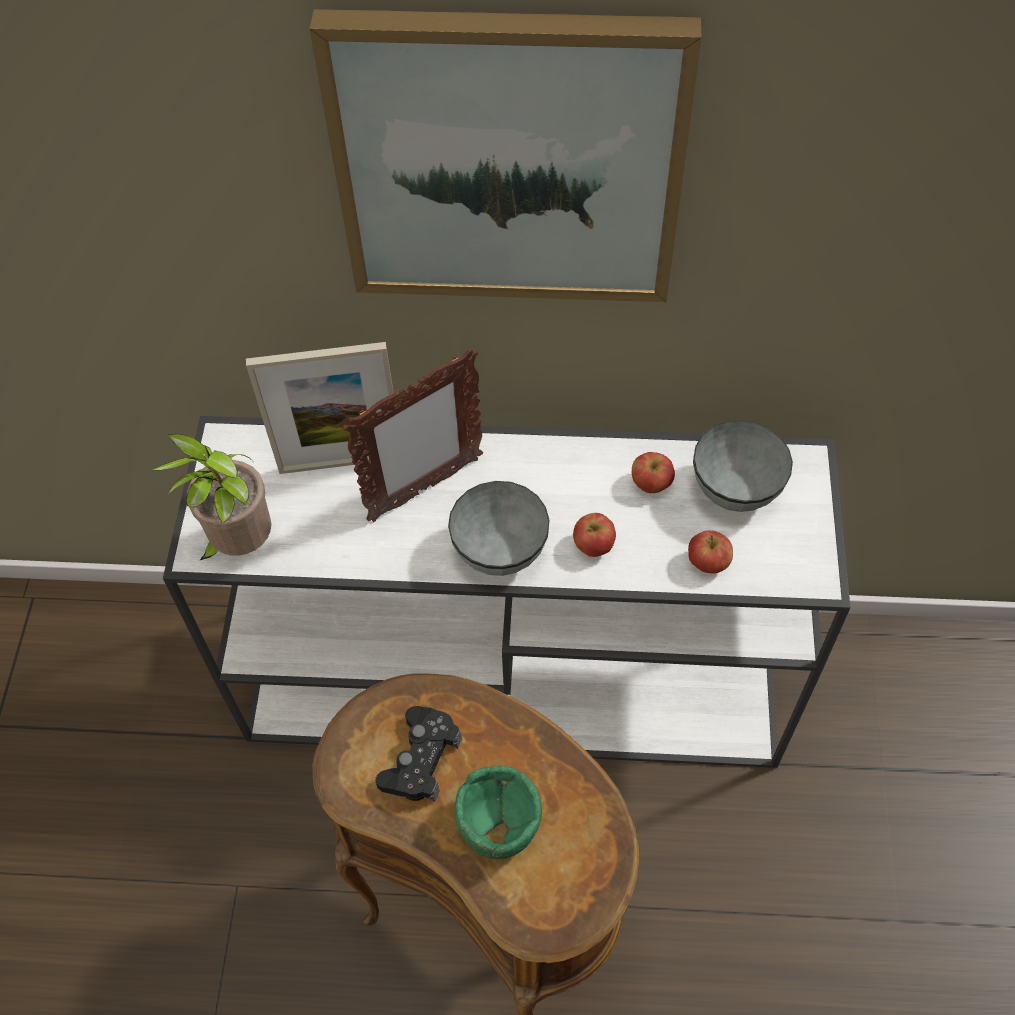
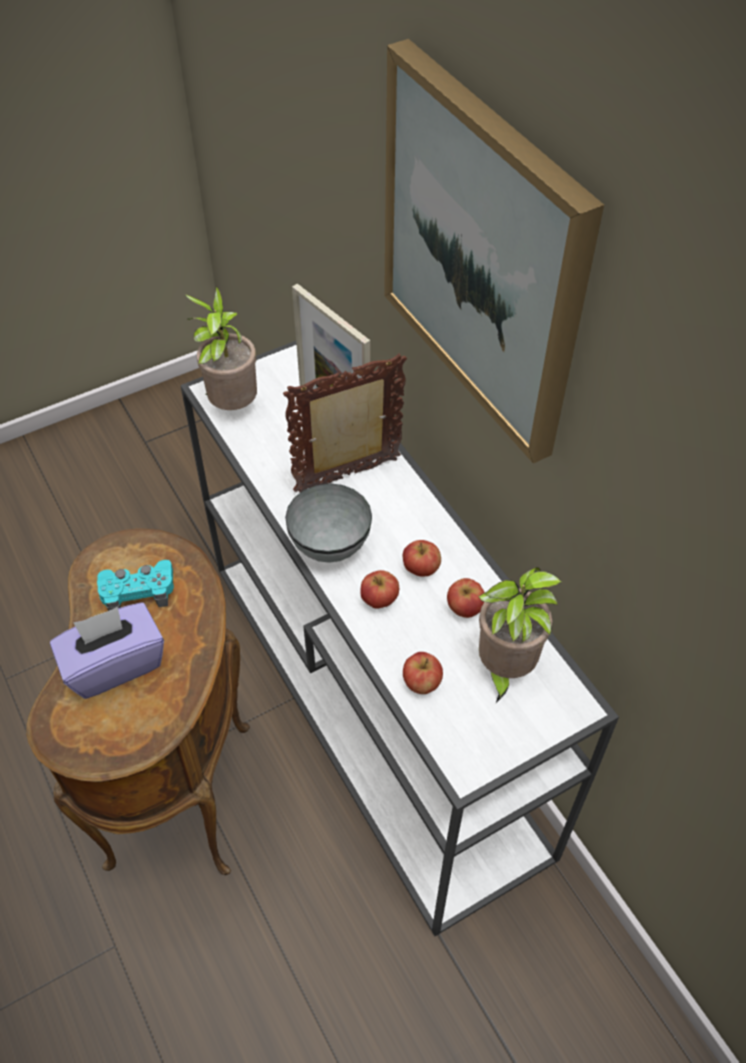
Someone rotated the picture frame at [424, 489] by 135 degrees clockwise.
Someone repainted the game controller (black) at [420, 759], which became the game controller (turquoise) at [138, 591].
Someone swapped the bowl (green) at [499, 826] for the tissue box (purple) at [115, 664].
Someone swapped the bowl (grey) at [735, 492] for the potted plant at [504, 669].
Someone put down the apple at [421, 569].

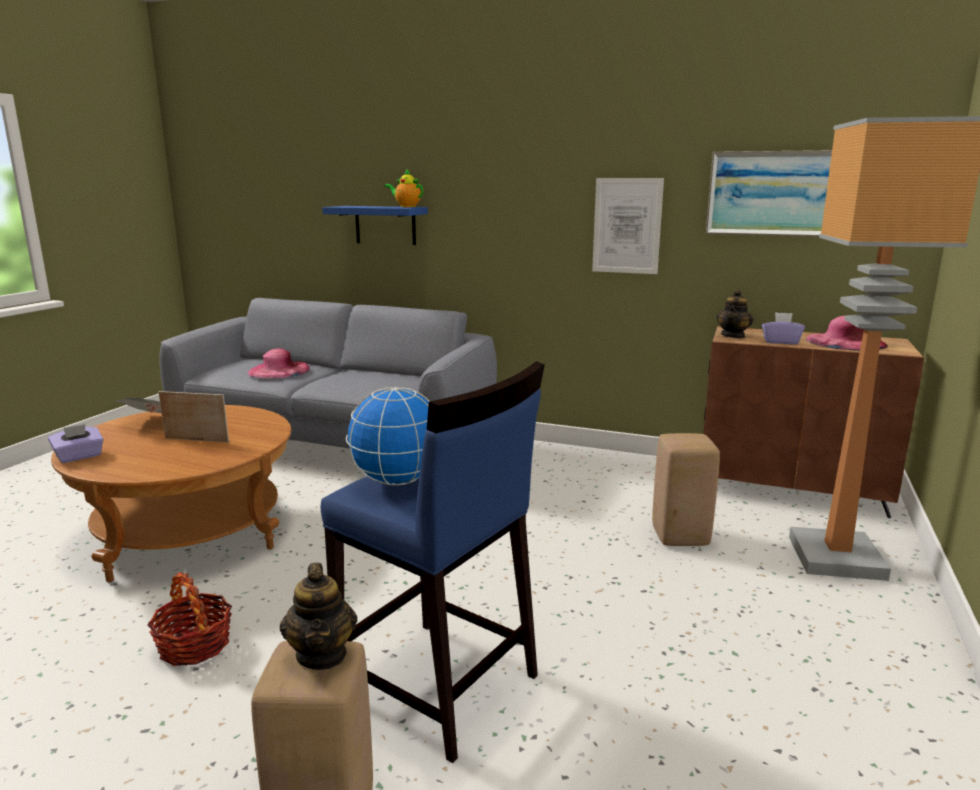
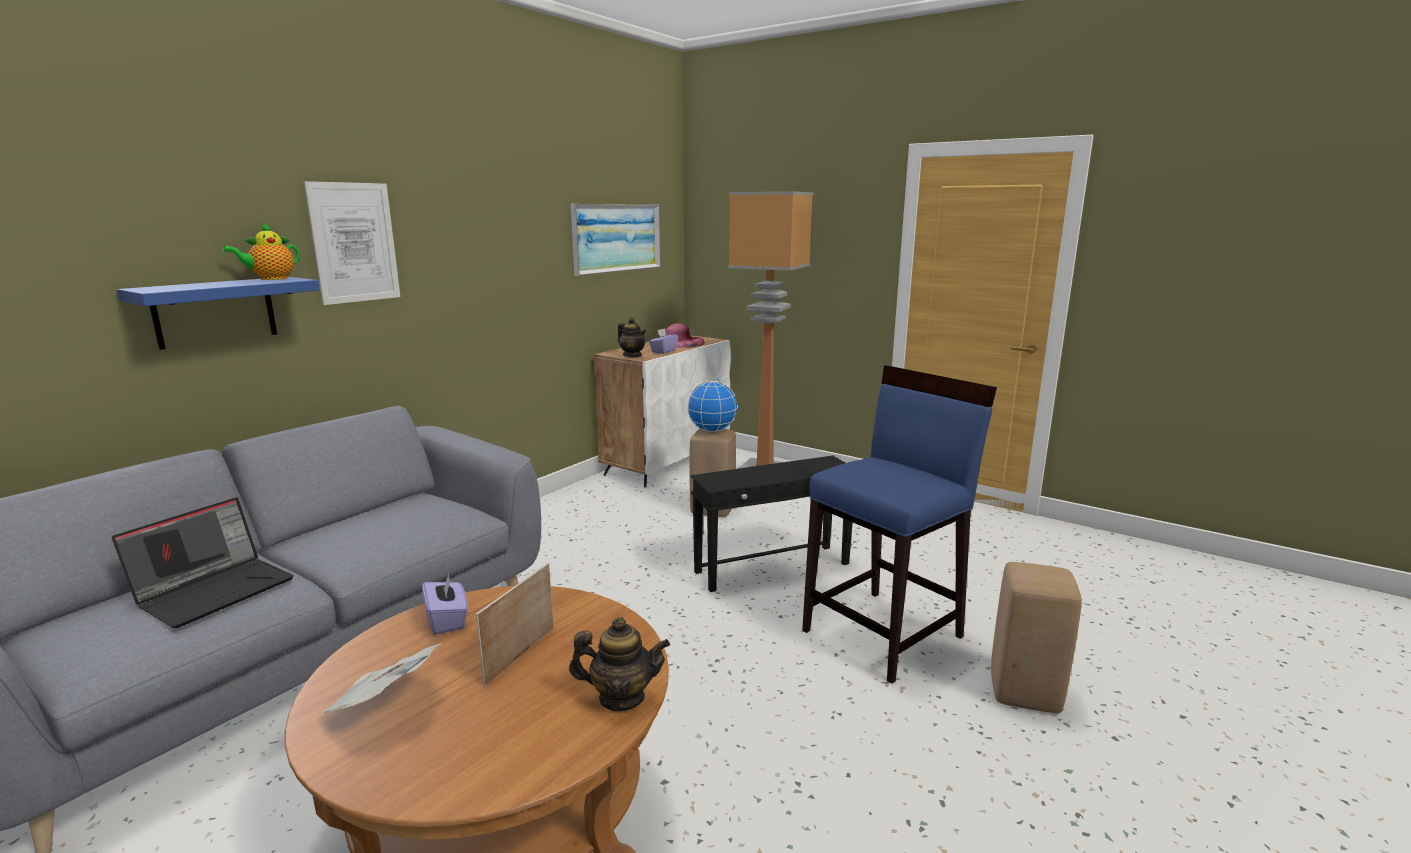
Someone carried the tissue box (purple) from [79, 457] to [447, 620].
Someone took away the basket at [194, 645].
Someone swapped the hat (pink) at [279, 370] for the laptop at [216, 590].
Someone carried the teapot from [322, 654] to [621, 697].
Someone carried the globe from [398, 480] to [712, 430].
Someone carried the picture from [627, 226] to [354, 243].
Someone repainted the cabinet (brown) at [791, 489], which became the cabinet (white) at [667, 461].
Someone put down the side table (black) at [773, 568].

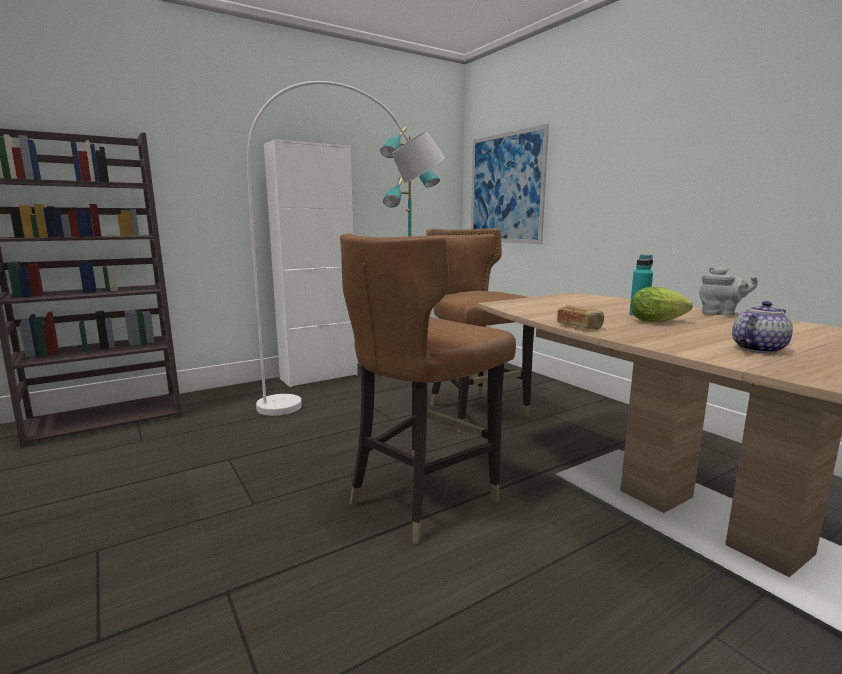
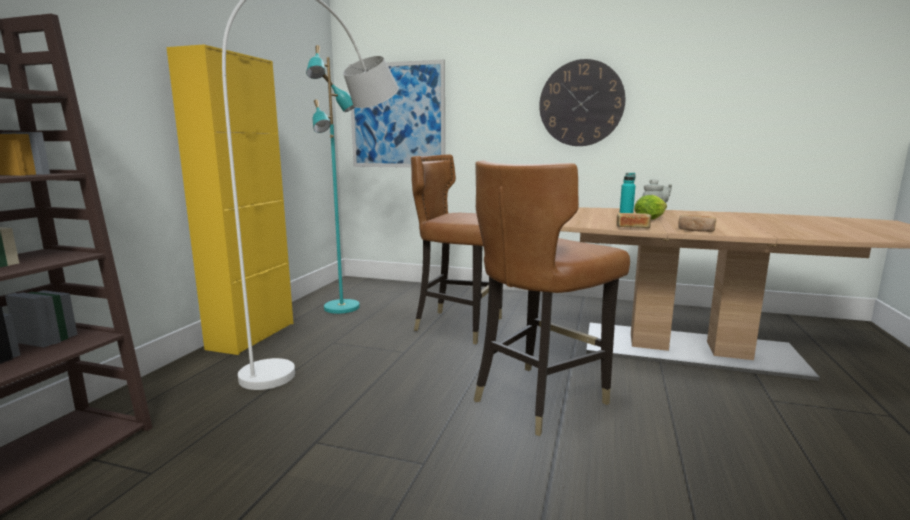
Someone repainted the cabinet (white) at [319, 377], which became the cabinet (yellow) at [252, 336].
Someone rotated the chair (brown) at [422, 498] by 45 degrees clockwise.
Someone took away the teapot at [757, 349].
Someone put up the wall clock at [581, 103].
Someone put down the bread at [696, 230].

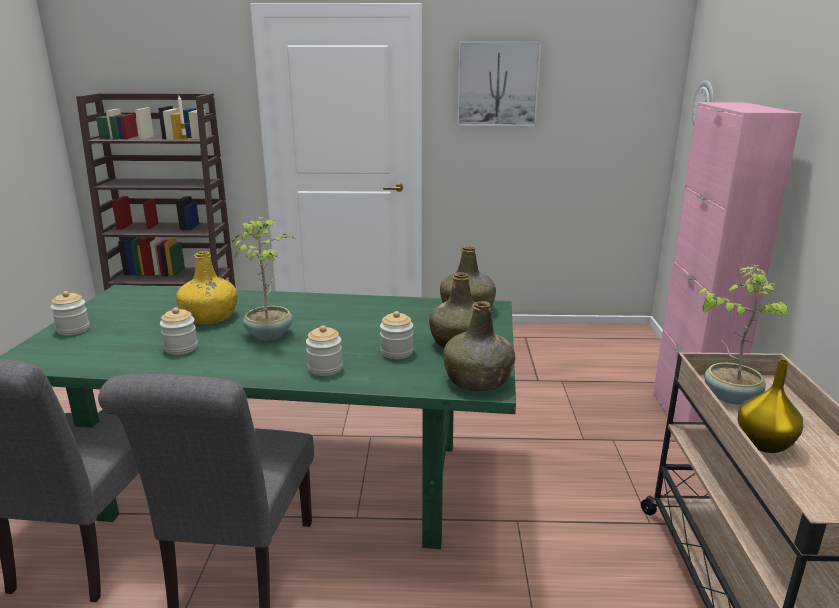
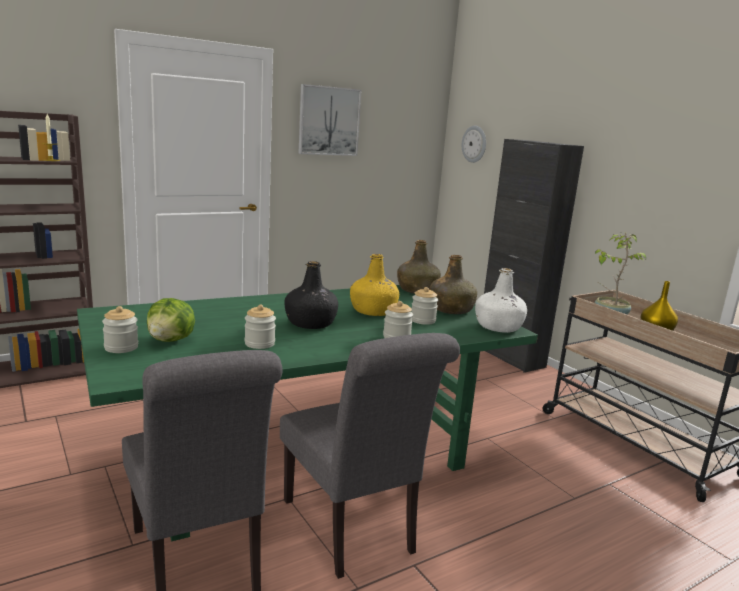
Someone carried the bottle (yellow) from [210, 317] to [373, 311].
Someone swapped the potted plant at [269, 334] for the bottle (black) at [311, 323].
Someone repainted the bottle (green) at [478, 380], which became the bottle (white) at [499, 327].
Someone repainted the cabinet (pink) at [689, 418], which became the cabinet (black) at [510, 357].
Someone put down the lettuce at [171, 340].

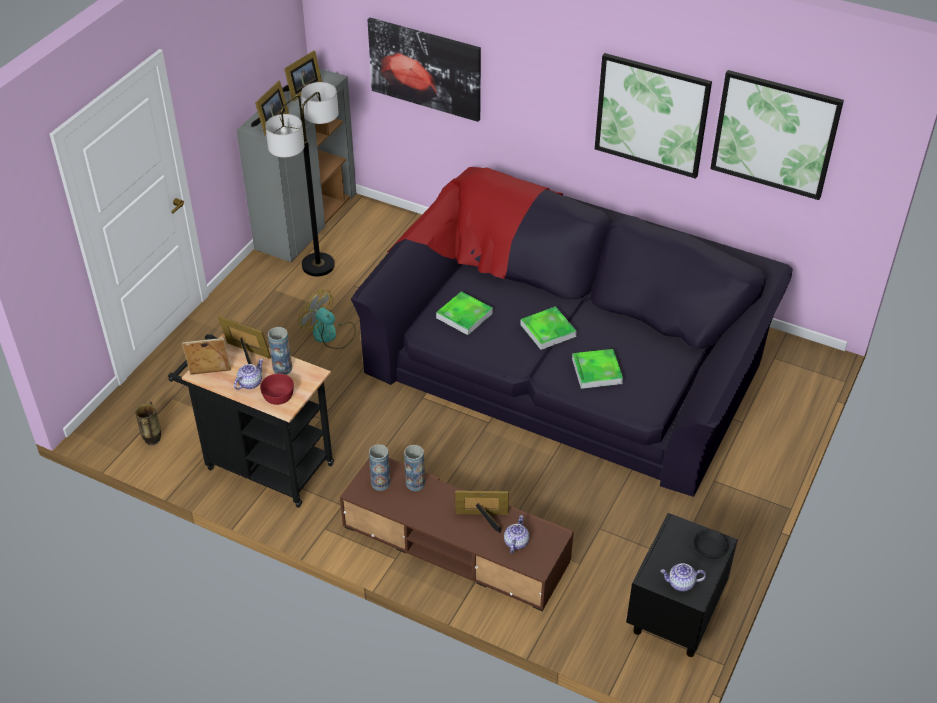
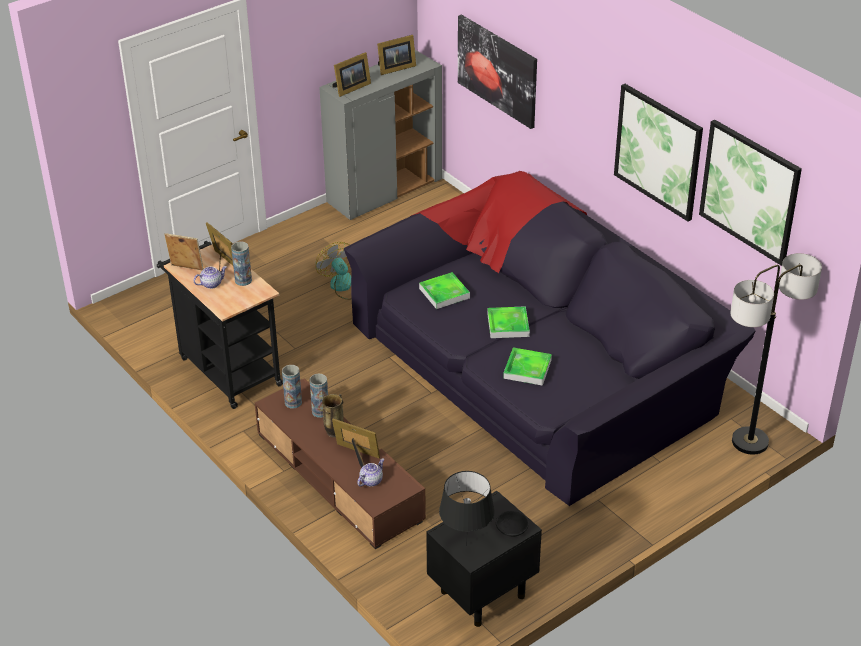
Someone carried the vase from [153, 440] to [334, 432].
Someone took away the bowl (red) at [278, 397].
Someone carried the floor lamp from [318, 265] to [750, 442].
Someone swapped the teapot at [681, 583] for the table lamp (black) at [466, 545].

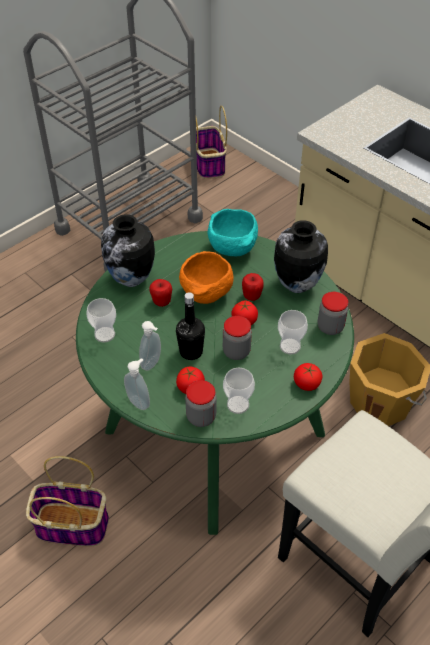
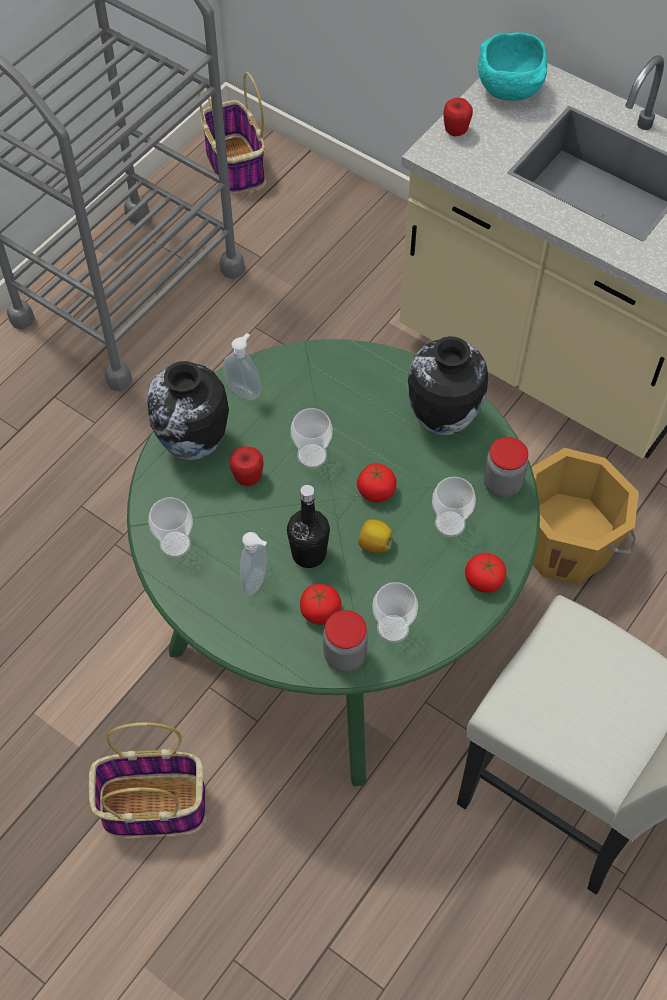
Someone carried the soap dispenser from [139, 401] to [245, 390].
Someone swapped the bowl (orange) at [206, 295] for the cup at [312, 456].
Someone carried the bowl (turquoise) from [233, 249] to [511, 91].
Someone swapped the jar at [236, 351] for the lemon at [374, 544].
Someone carried the apple from [252, 296] to [456, 131].

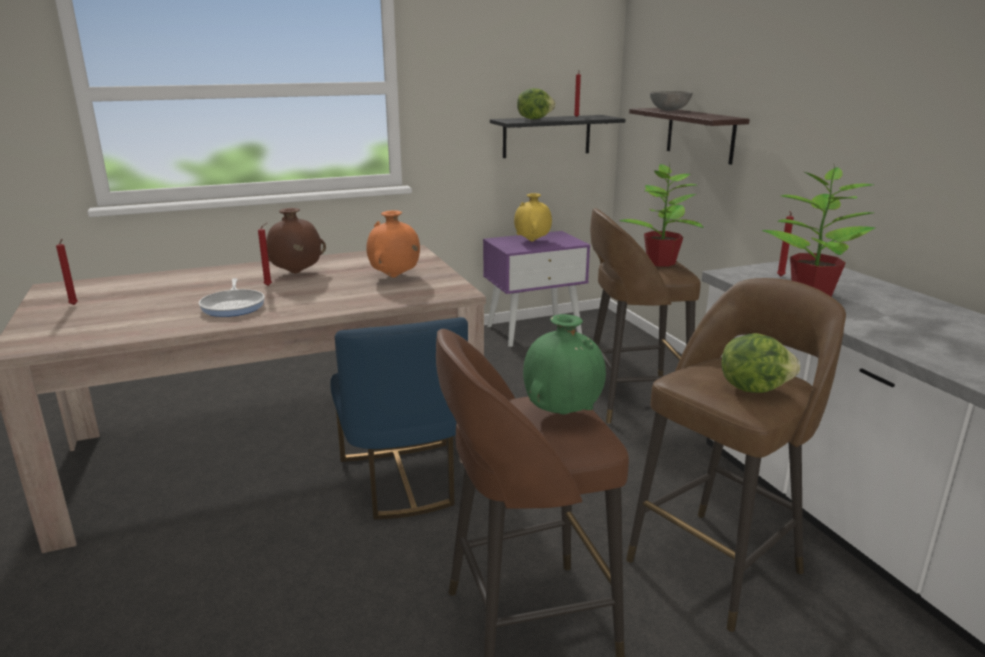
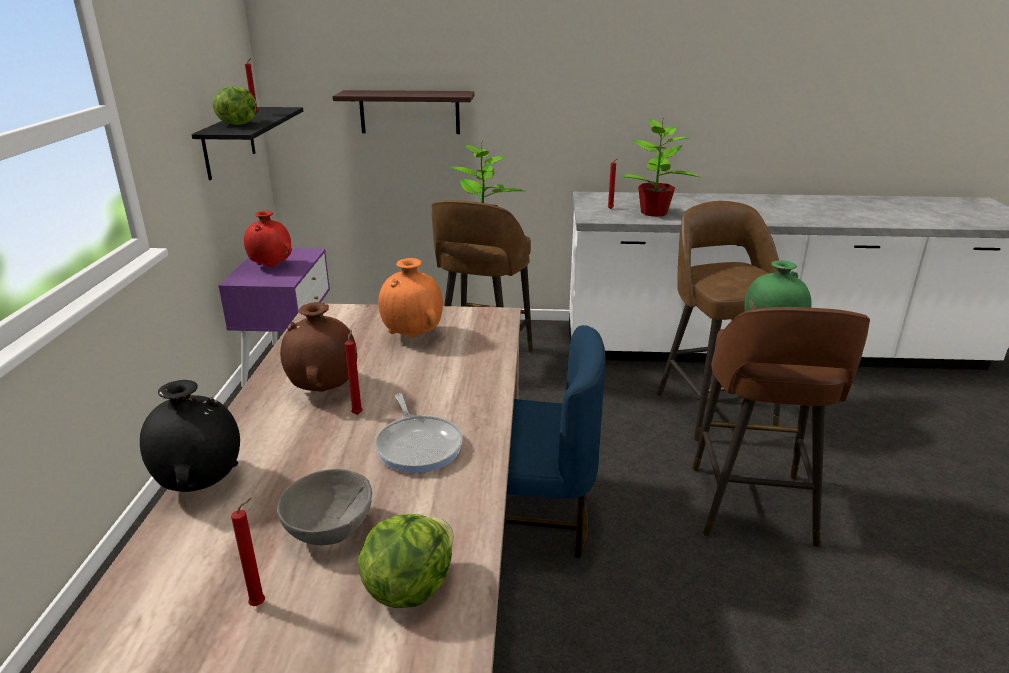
Someone rotated the frying pan at [234, 306] by 60 degrees clockwise.
Someone repainted the vase (yellow) at [532, 241], which became the vase (red) at [271, 266].
Someone carried the bowl (grey) from [669, 110] to [330, 529].
Someone carried the lettuce from [753, 388] to [409, 586].
Someone put down the vase (black) at [200, 483].

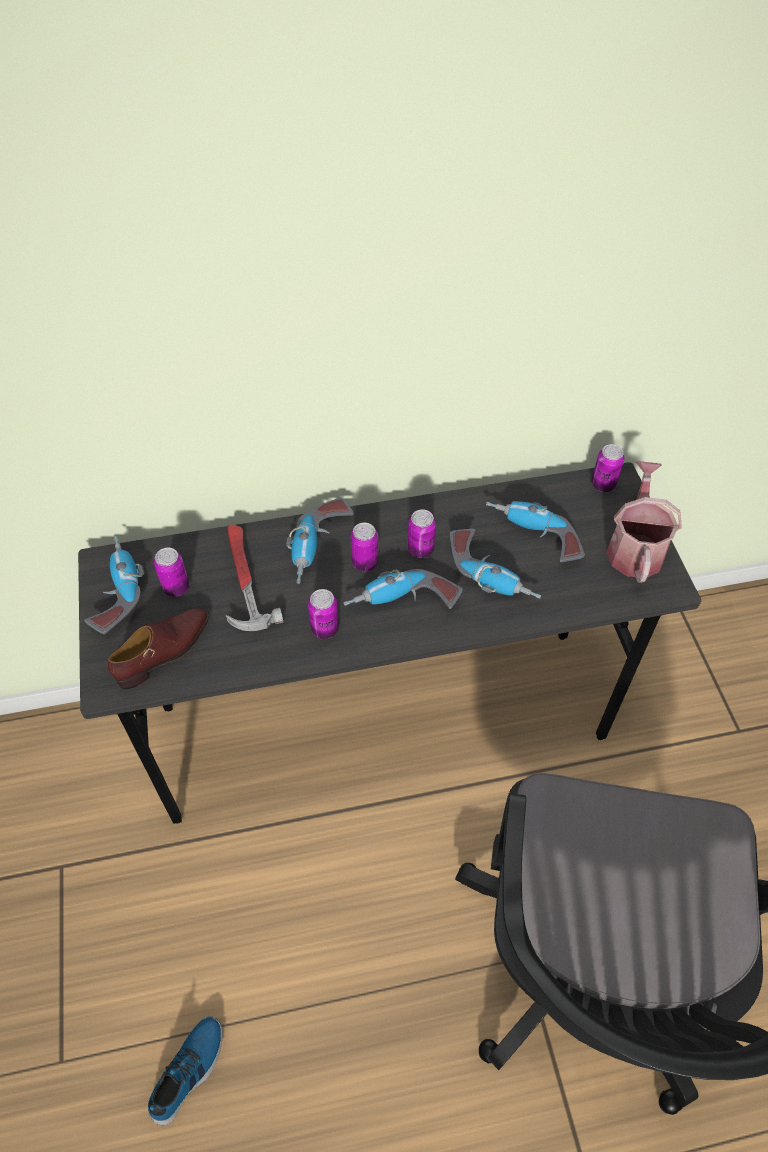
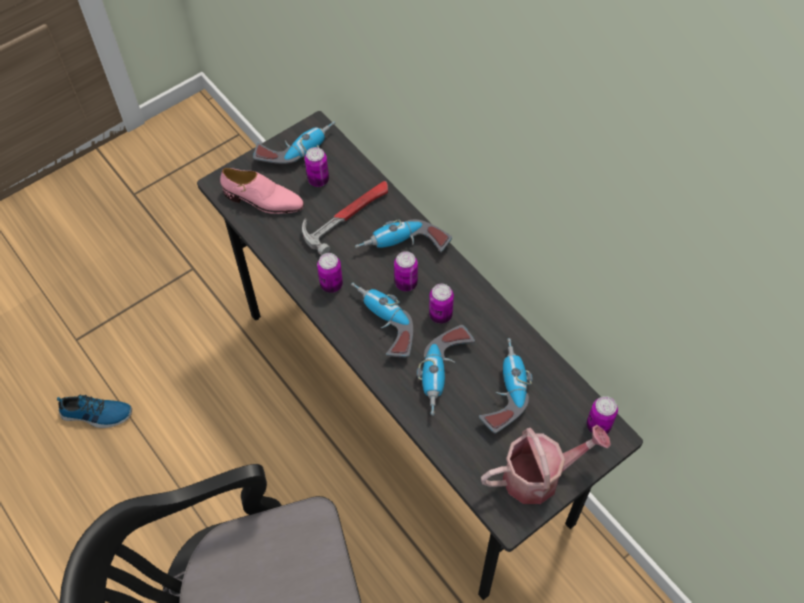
Someone repainted the shoe (brown) at [164, 652], which became the shoe (pink) at [263, 200].

